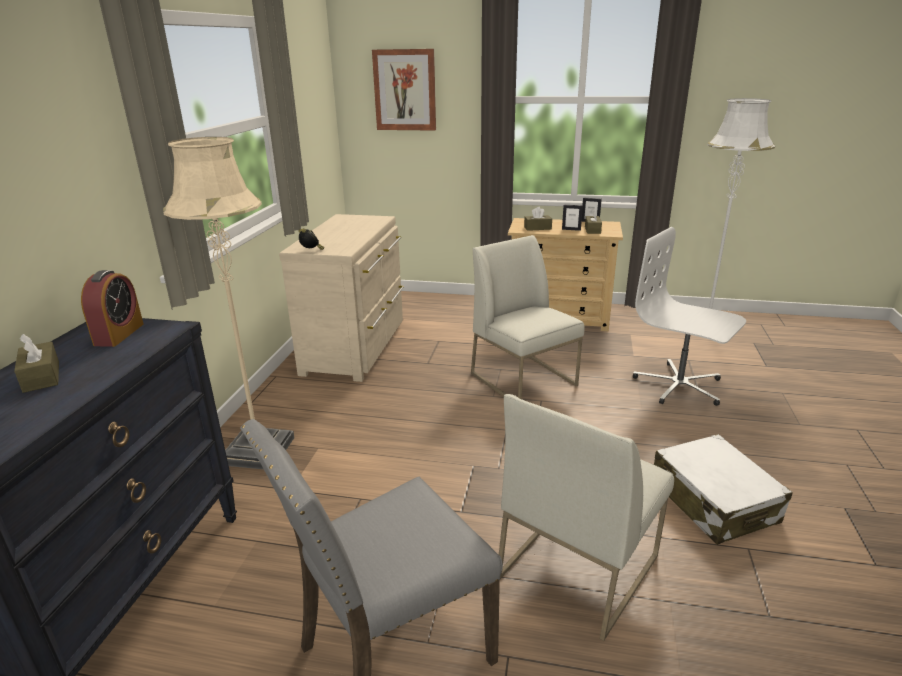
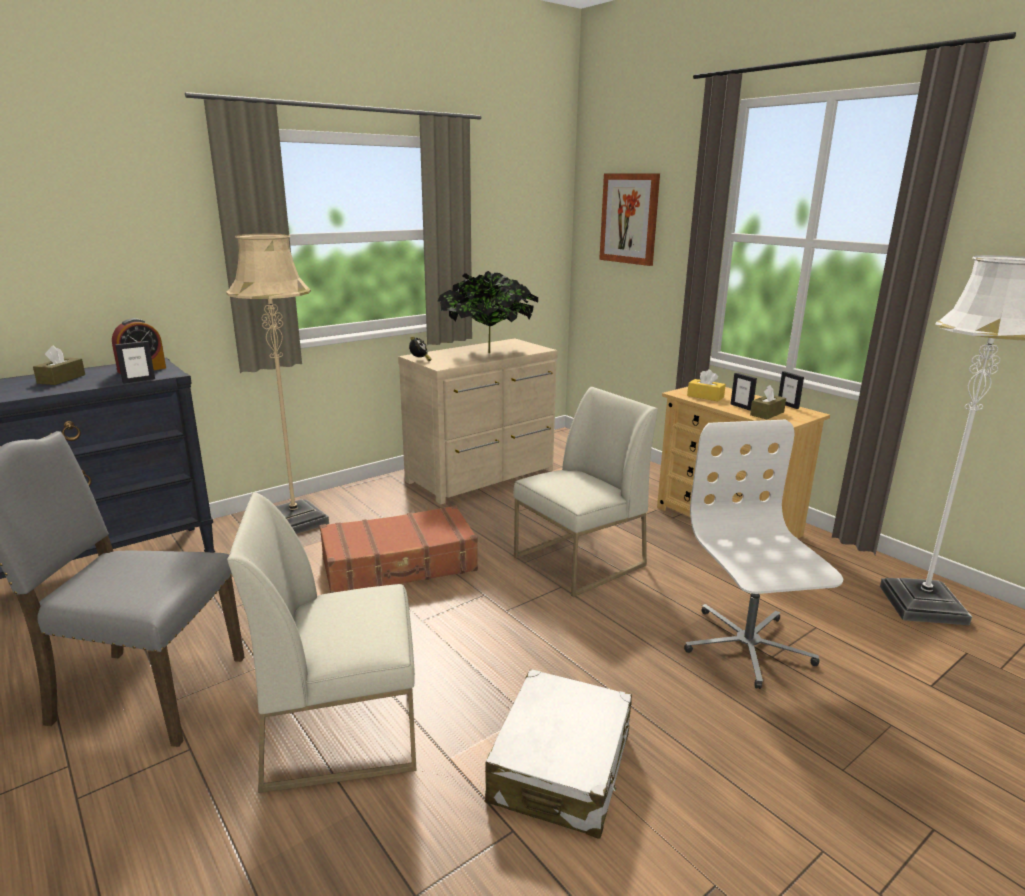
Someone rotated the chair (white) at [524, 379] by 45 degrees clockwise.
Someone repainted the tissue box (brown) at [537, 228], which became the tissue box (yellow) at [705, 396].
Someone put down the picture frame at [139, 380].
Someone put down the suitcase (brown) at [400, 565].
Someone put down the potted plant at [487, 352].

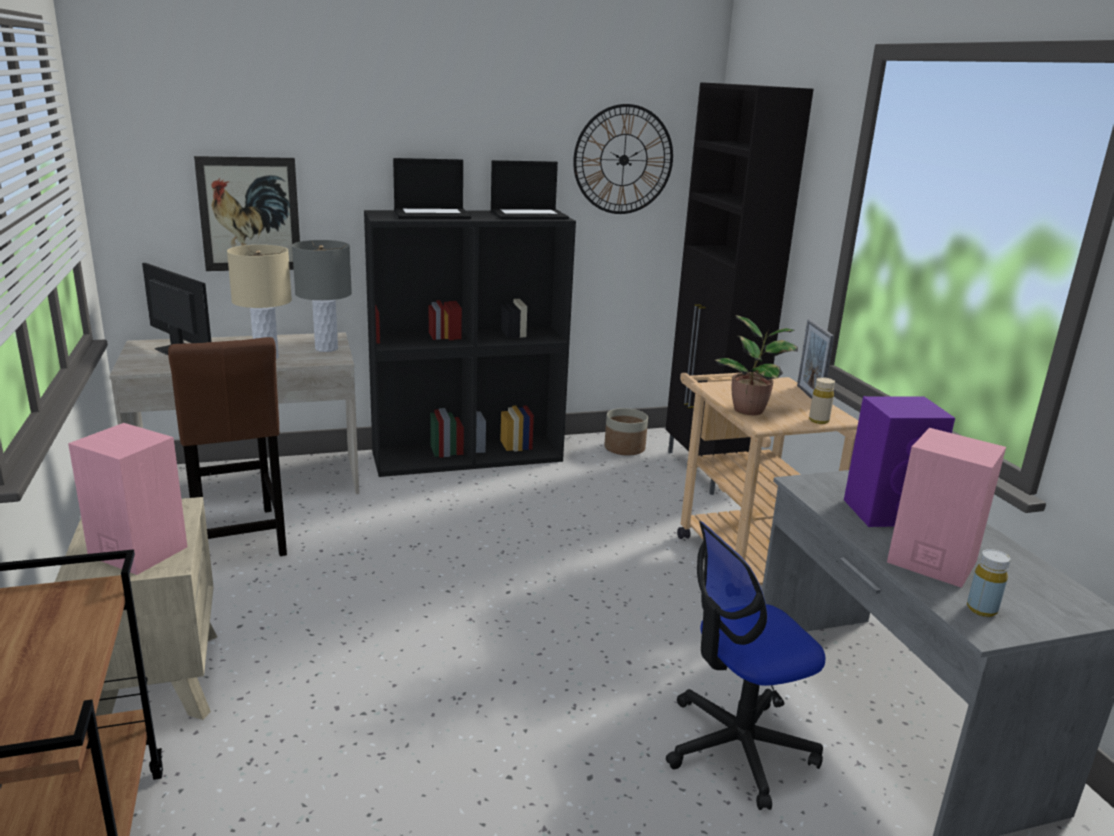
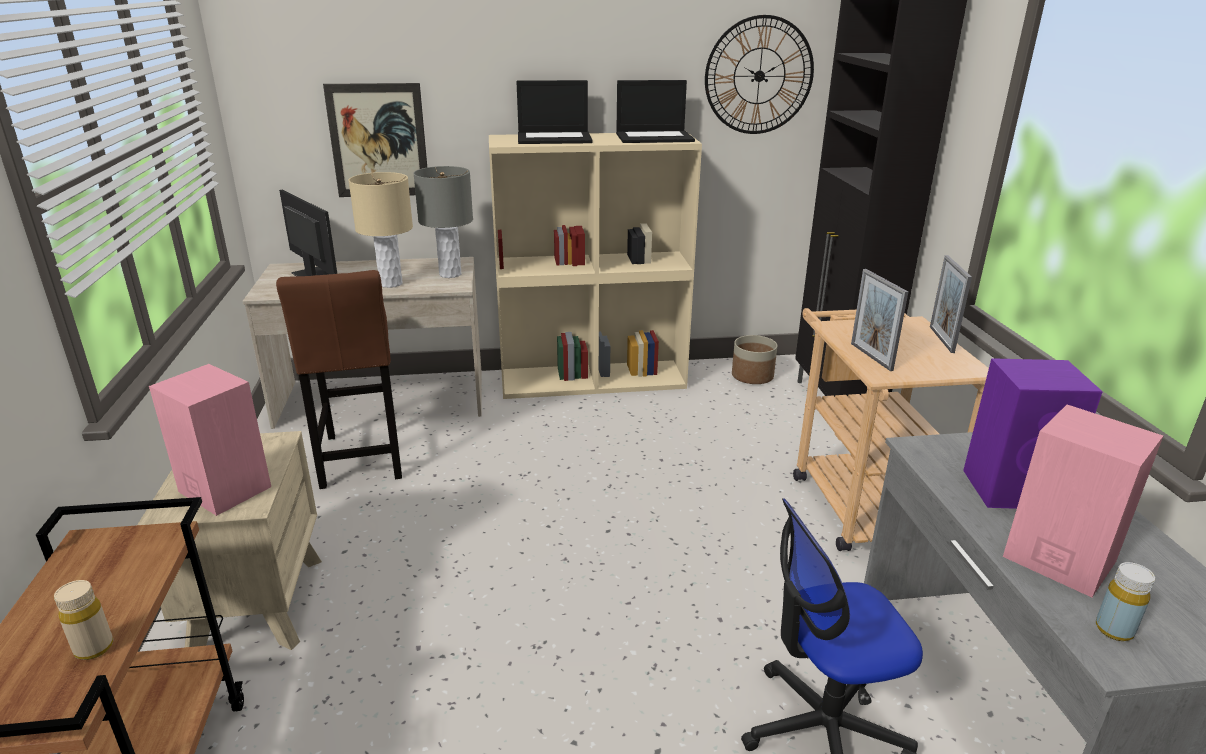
Someone repainted the bookcase (black) at [468, 456], which became the bookcase (beige) at [593, 379].
Someone swapped the potted plant at [751, 410] for the picture frame at [871, 356].
Someone carried the bottle (beige) from [818, 420] to [94, 648].

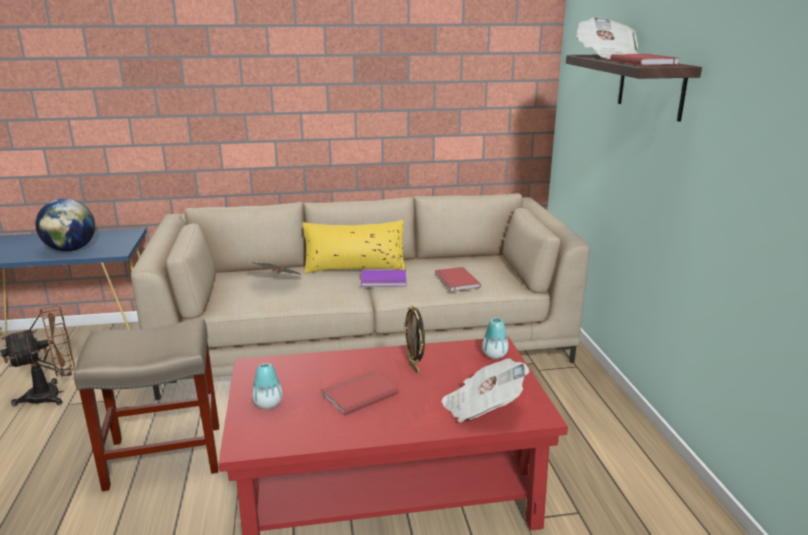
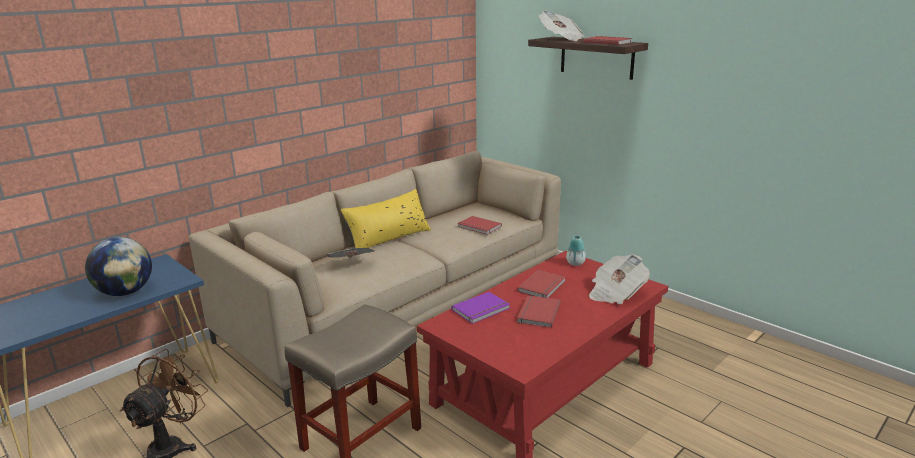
Someone took away the vase at [268, 404].
Someone carried the book (purple) from [384, 281] to [482, 310].
Someone swapped the picture frame at [414, 367] for the book (red) at [543, 286].

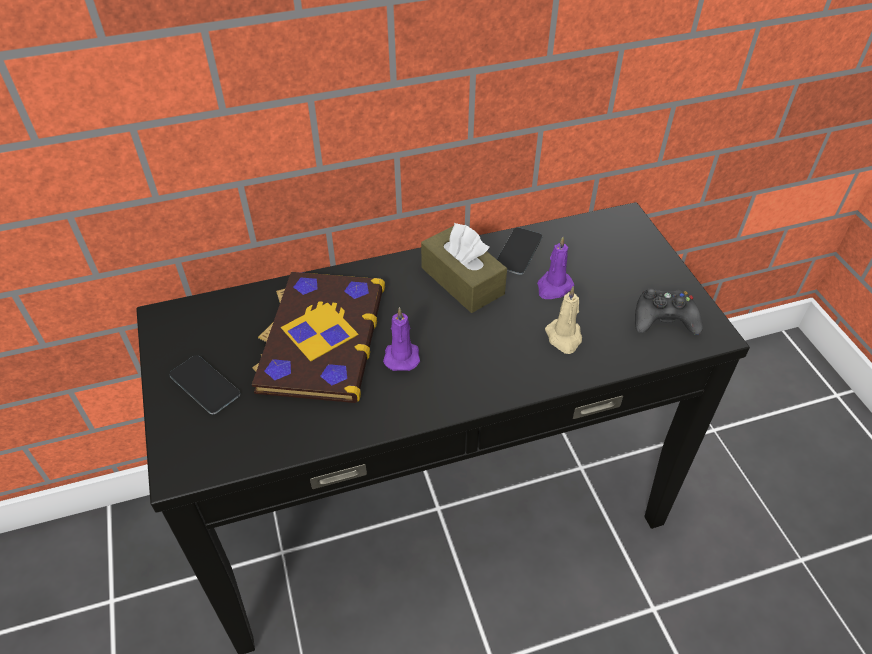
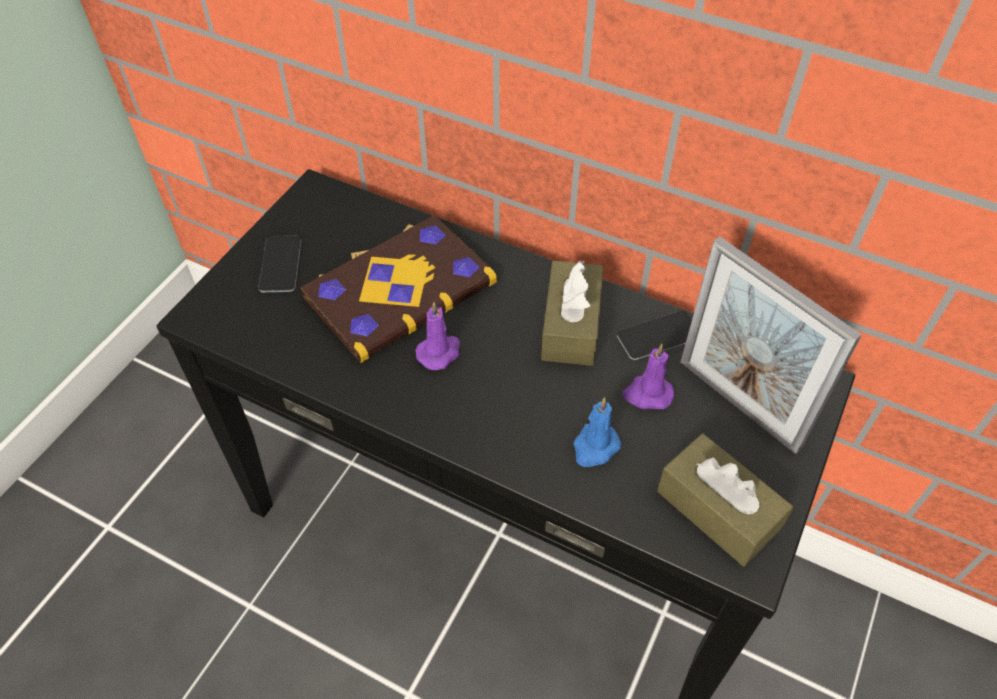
Someone repainted the candle (beige) at [564, 337], which became the candle (blue) at [595, 447].
Someone swapped the game controller (black) at [664, 319] for the tissue box (brown) at [717, 510].
Someone put down the picture frame at [738, 404].

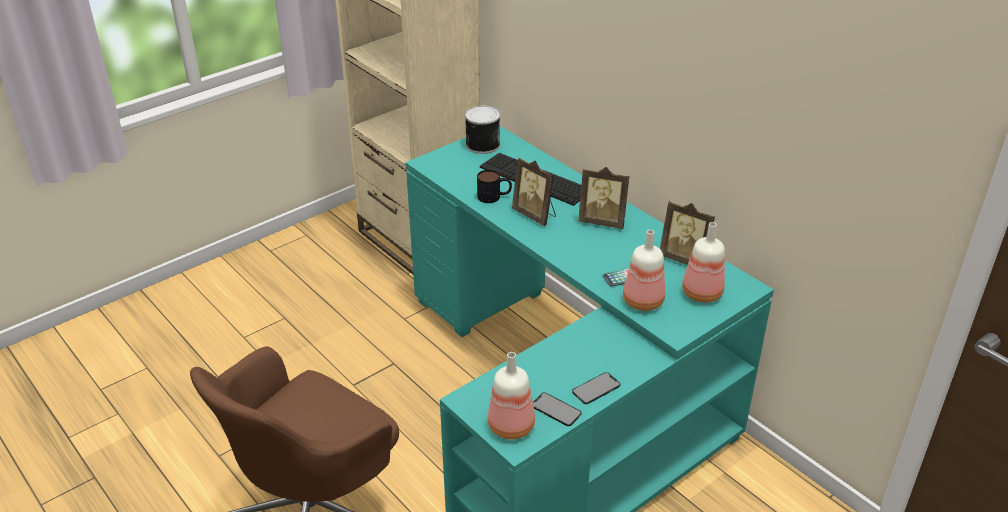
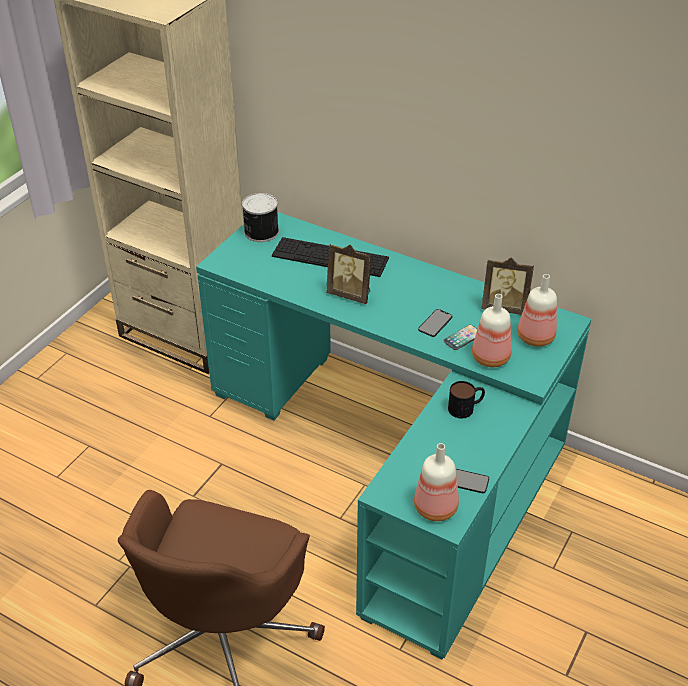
Someone carried the mug from [494, 196] to [466, 407].
Someone carried the phone from [596, 388] to [435, 323].
Someone took away the picture frame at [602, 221].

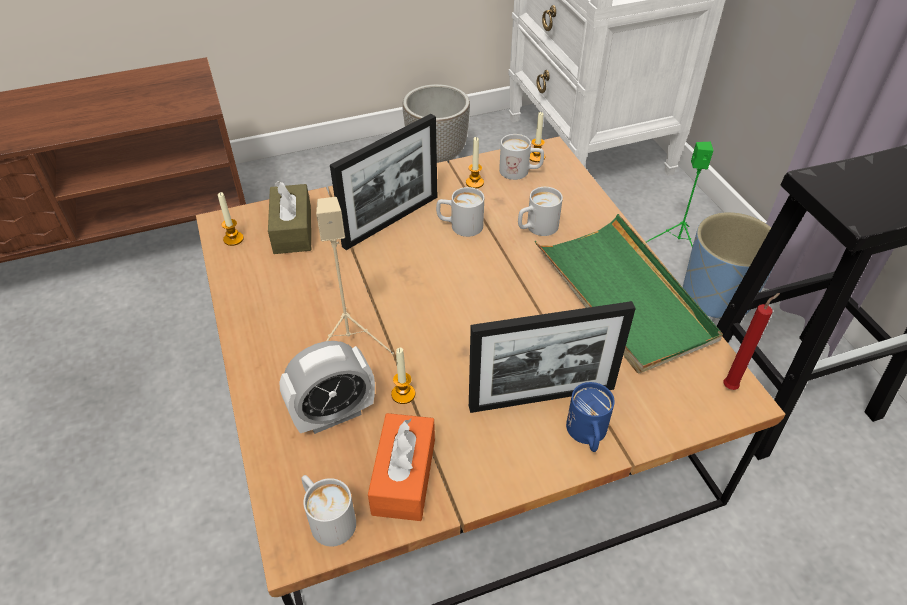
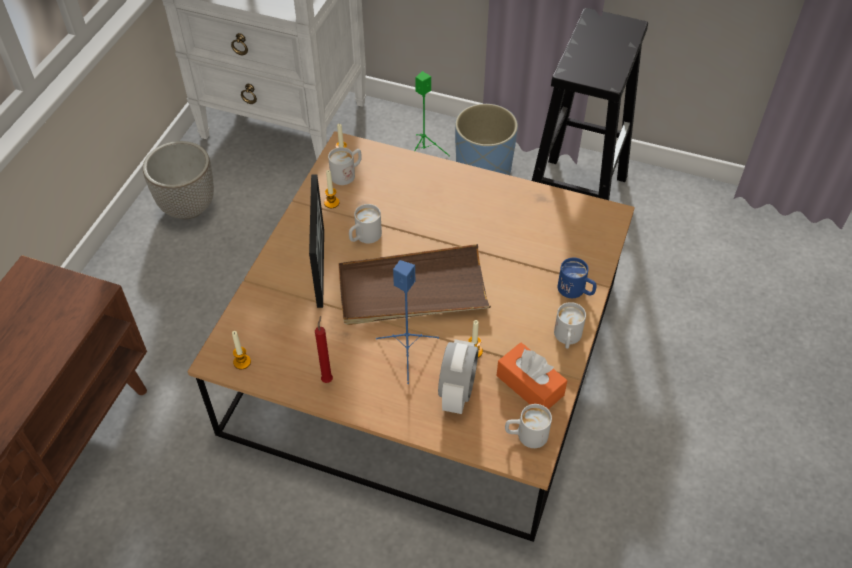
Someone took away the tissue box (brown) at [292, 230].
Someone repainted the speaker (beige) at [350, 341], which became the speaker (blue) at [408, 352].
Someone took away the picture frame at [542, 397].
Someone carried the mug (white) from [536, 228] to [567, 338].
Someone took away the tray (green) at [623, 296].
Someone carried the candle (red) from [731, 386] to [327, 379].
Someone put down the tray (brown) at [412, 290].

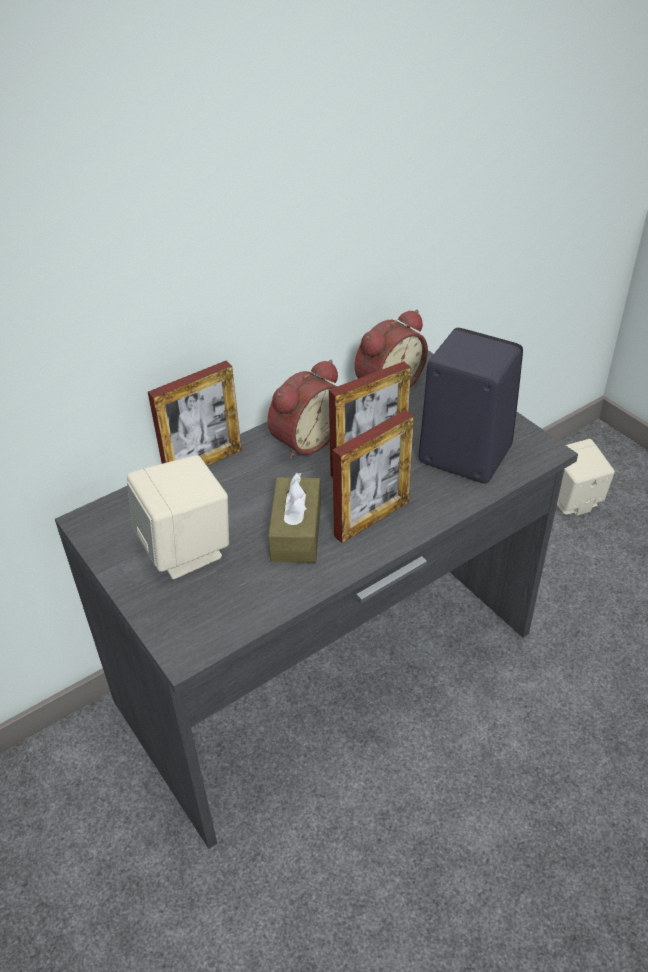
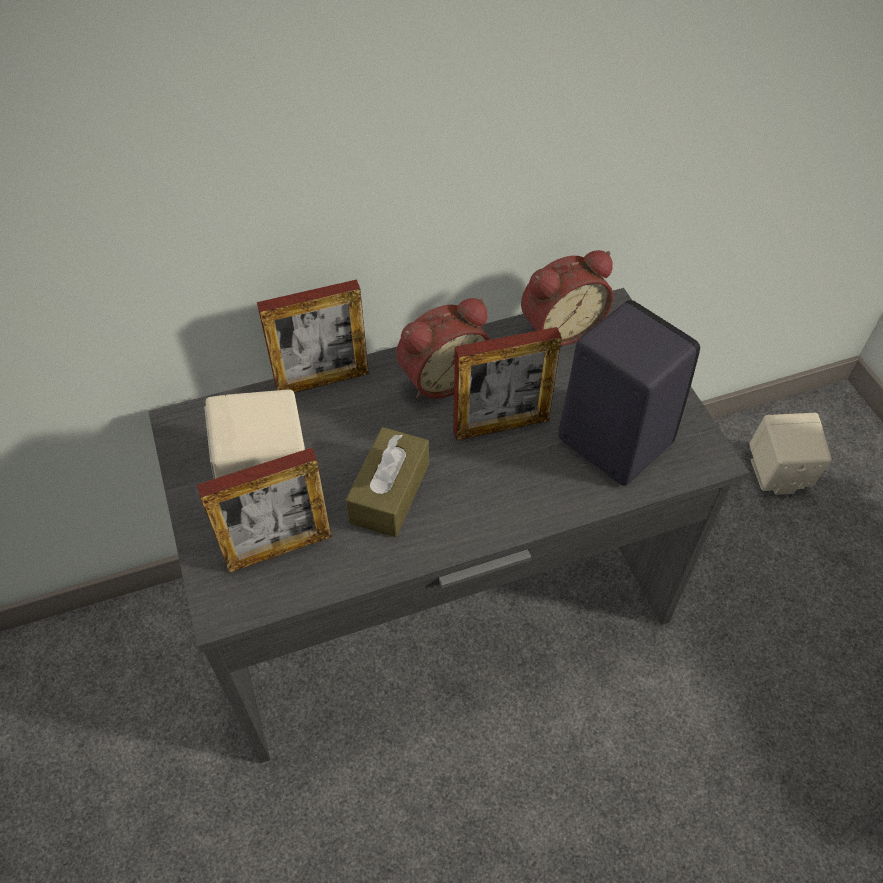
Someone carried the picture frame from [372, 519] to [279, 548].

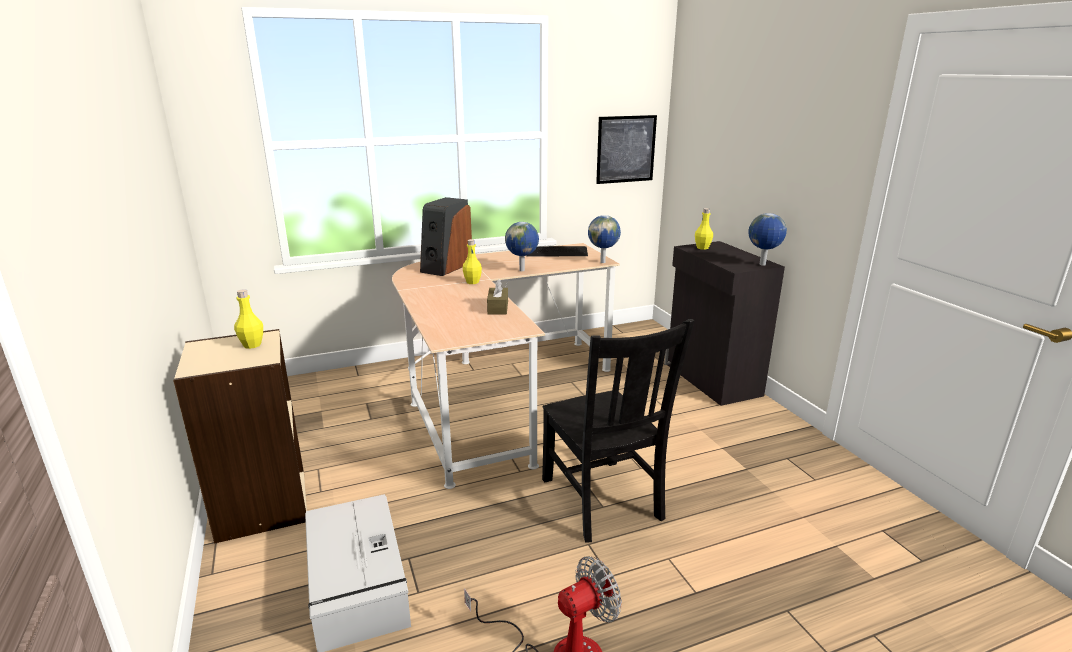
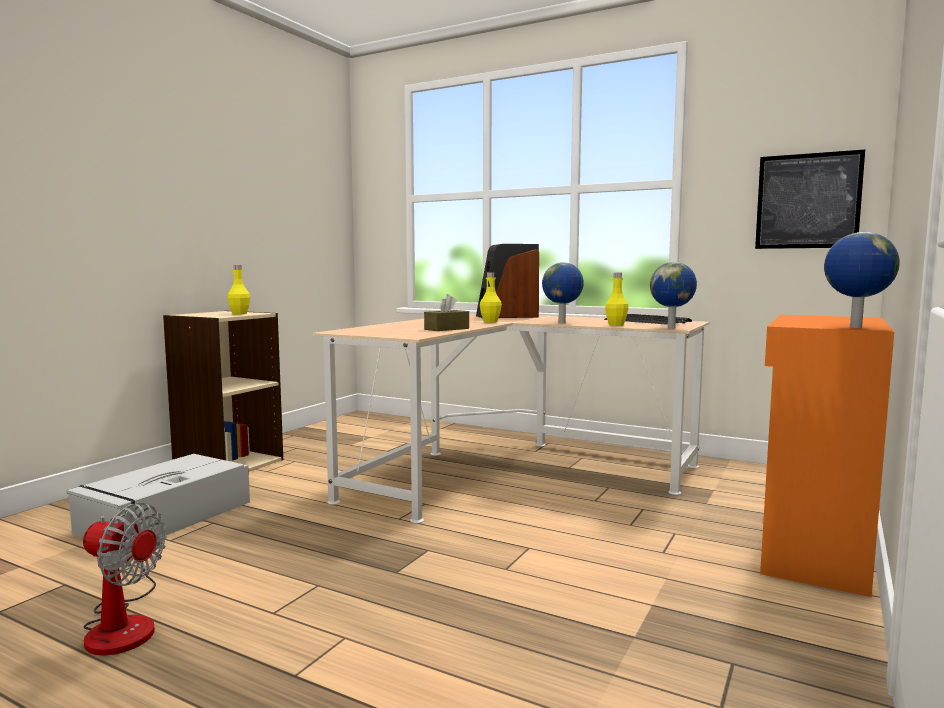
Someone took away the chair (black) at [602, 501].
Someone repainted the cabinet (black) at [711, 380], which became the cabinet (orange) at [812, 550].
Someone carried the bottle (yellow) from [702, 248] to [616, 325].

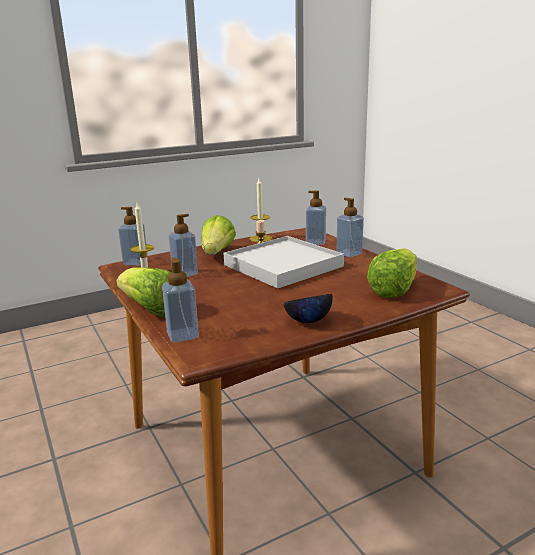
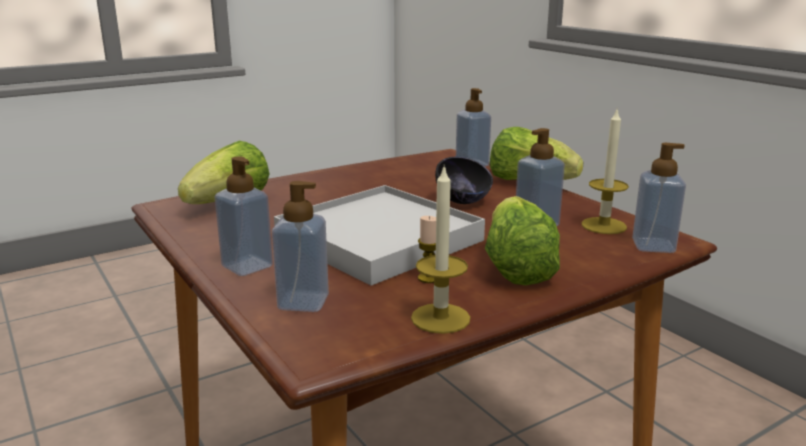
Someone carried the bowl (black) from [308, 321] to [463, 202].

